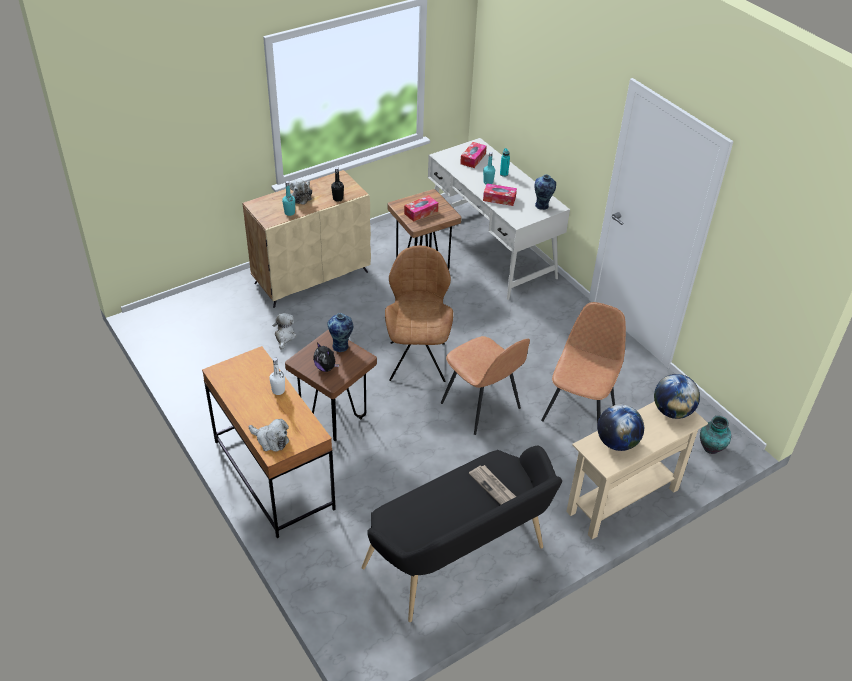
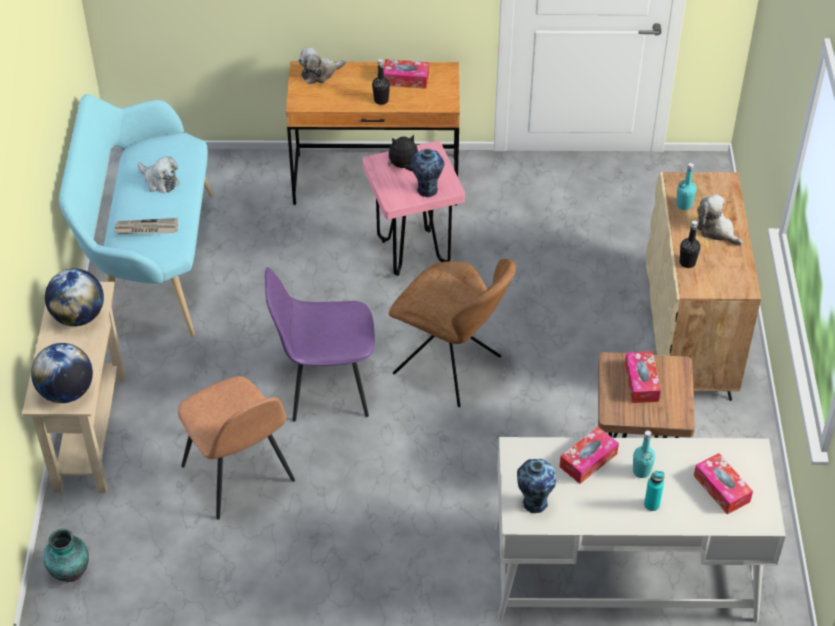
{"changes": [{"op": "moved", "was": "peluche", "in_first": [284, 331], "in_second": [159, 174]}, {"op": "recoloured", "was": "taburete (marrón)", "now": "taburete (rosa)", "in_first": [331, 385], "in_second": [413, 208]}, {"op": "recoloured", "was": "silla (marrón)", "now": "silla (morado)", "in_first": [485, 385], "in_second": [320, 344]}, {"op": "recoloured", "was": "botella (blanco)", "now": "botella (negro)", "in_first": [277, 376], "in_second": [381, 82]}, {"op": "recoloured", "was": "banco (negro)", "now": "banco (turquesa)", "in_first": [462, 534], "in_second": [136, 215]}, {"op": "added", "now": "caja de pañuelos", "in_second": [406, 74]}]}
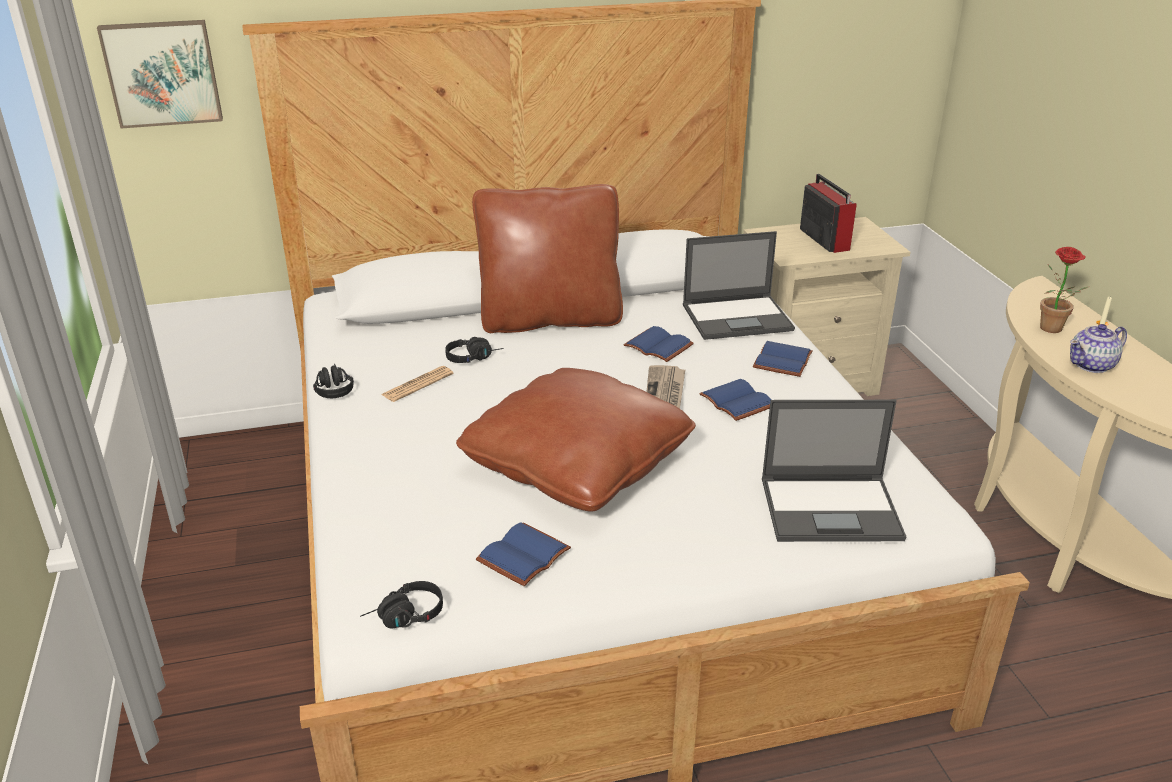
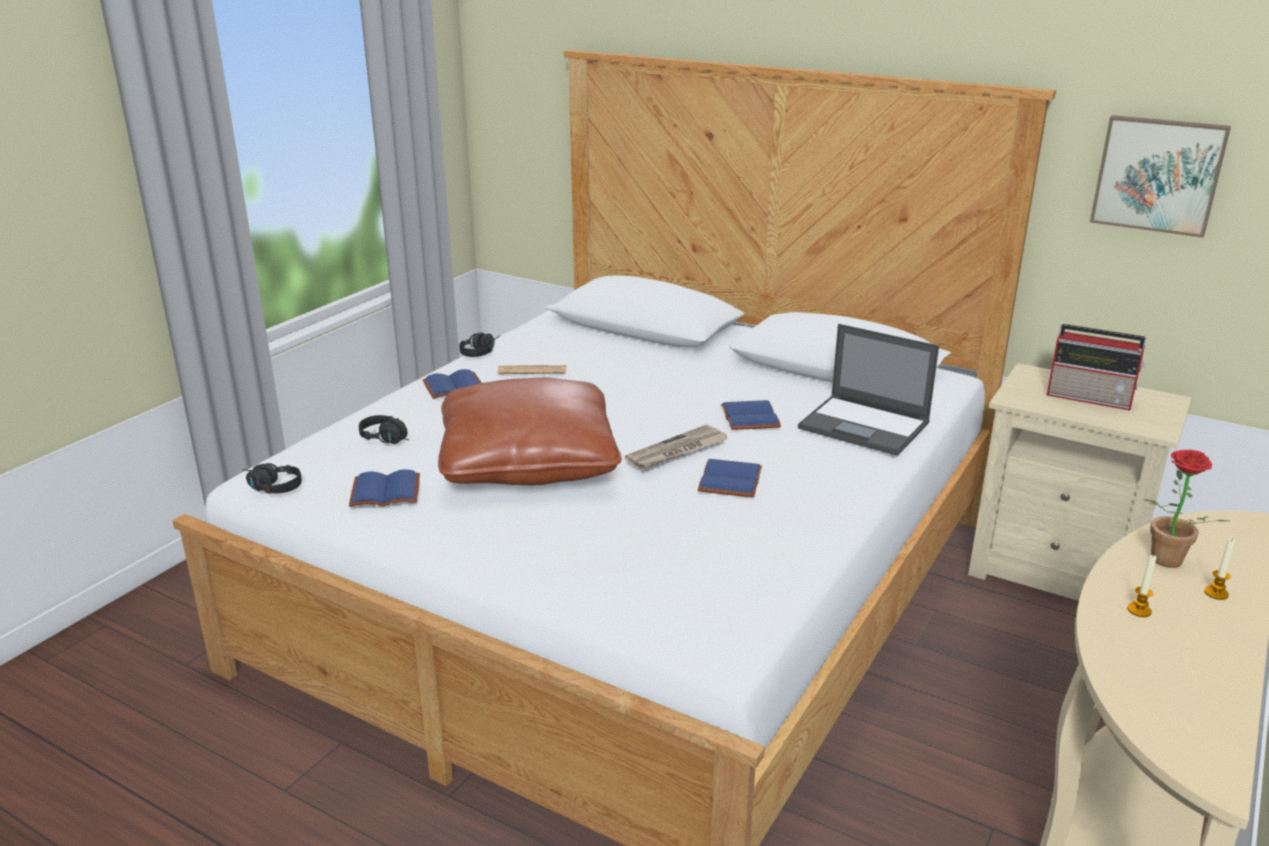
{"changes": [{"op": "moved", "was": "cuadro", "in_first": [160, 74], "in_second": [1160, 176]}, {"op": "turned", "was": "radio", "in_first": [828, 213], "in_second": [1096, 367], "clockwise": 90}, {"op": "removed", "was": "cojín (marrón)", "in_first": [547, 258]}, {"op": "replaced", "was": "tetera", "now": "vela", "in_first": [1098, 348], "in_second": [1142, 585]}, {"op": "moved", "was": "auriculares (negro)", "in_first": [474, 350], "in_second": [384, 429]}, {"op": "moved", "was": "libro (azul)", "in_first": [783, 359], "in_second": [452, 384]}, {"op": "removed", "was": "portátil", "in_first": [834, 471]}]}
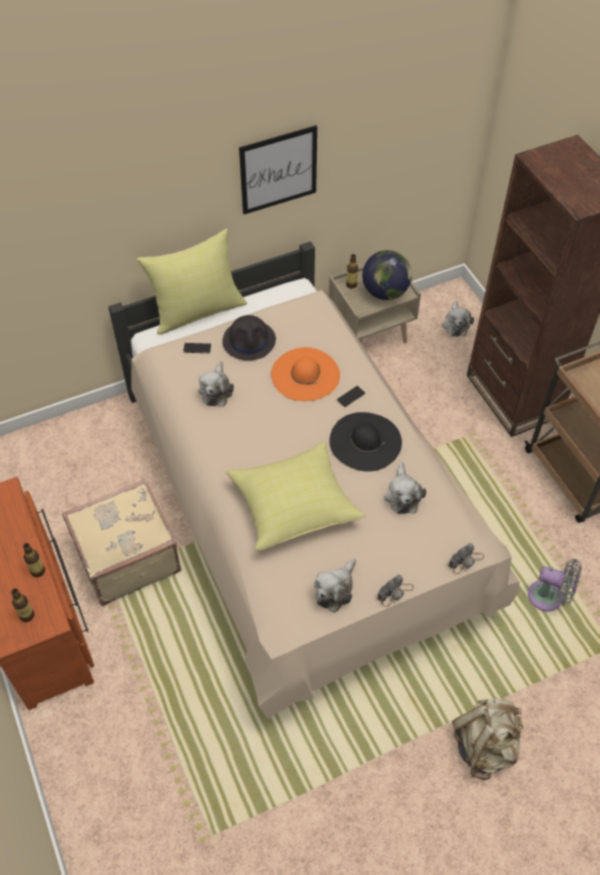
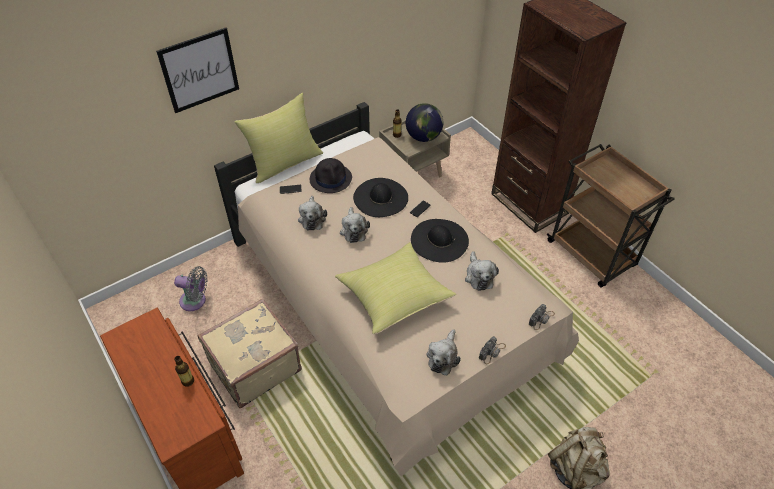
{"changes": [{"op": "moved", "was": "cuadro", "in_first": [278, 169], "in_second": [197, 70]}, {"op": "moved", "was": "peluche", "in_first": [458, 318], "in_second": [355, 225]}, {"op": "recoloured", "was": "sombrero (naranja)", "now": "sombrero (negro)", "in_first": [305, 374], "in_second": [380, 197]}, {"op": "moved", "was": "ventilador (gris)", "in_first": [555, 585], "in_second": [191, 288]}, {"op": "removed", "was": "botella", "in_first": [22, 605]}]}
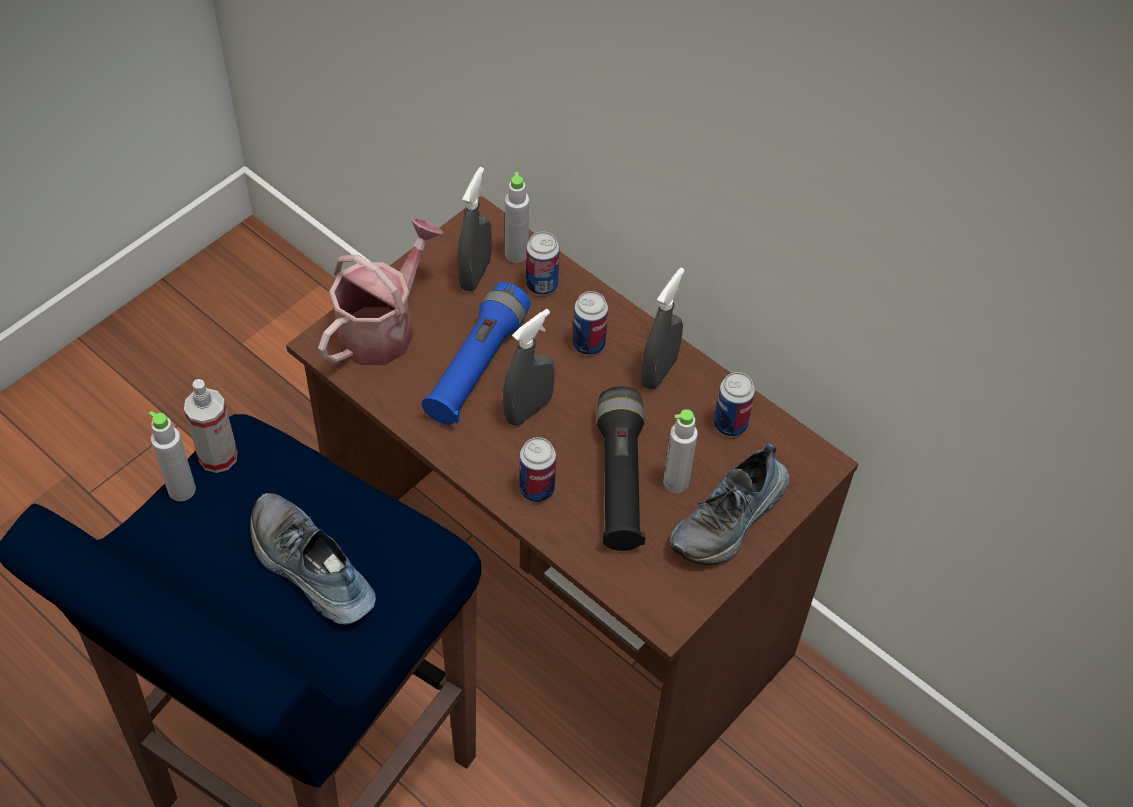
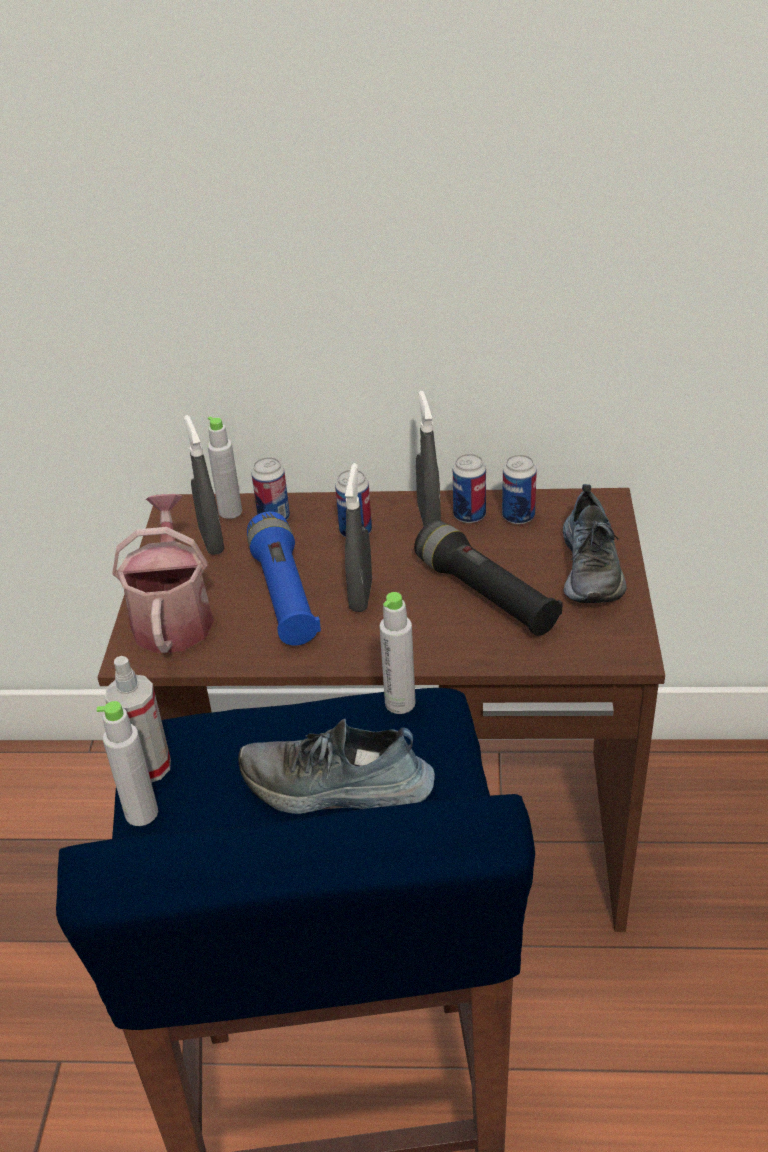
{"changes": [{"op": "moved", "was": "botella (gris)", "in_first": [680, 451], "in_second": [397, 653]}, {"op": "moved", "was": "lata", "in_first": [537, 469], "in_second": [469, 488]}]}
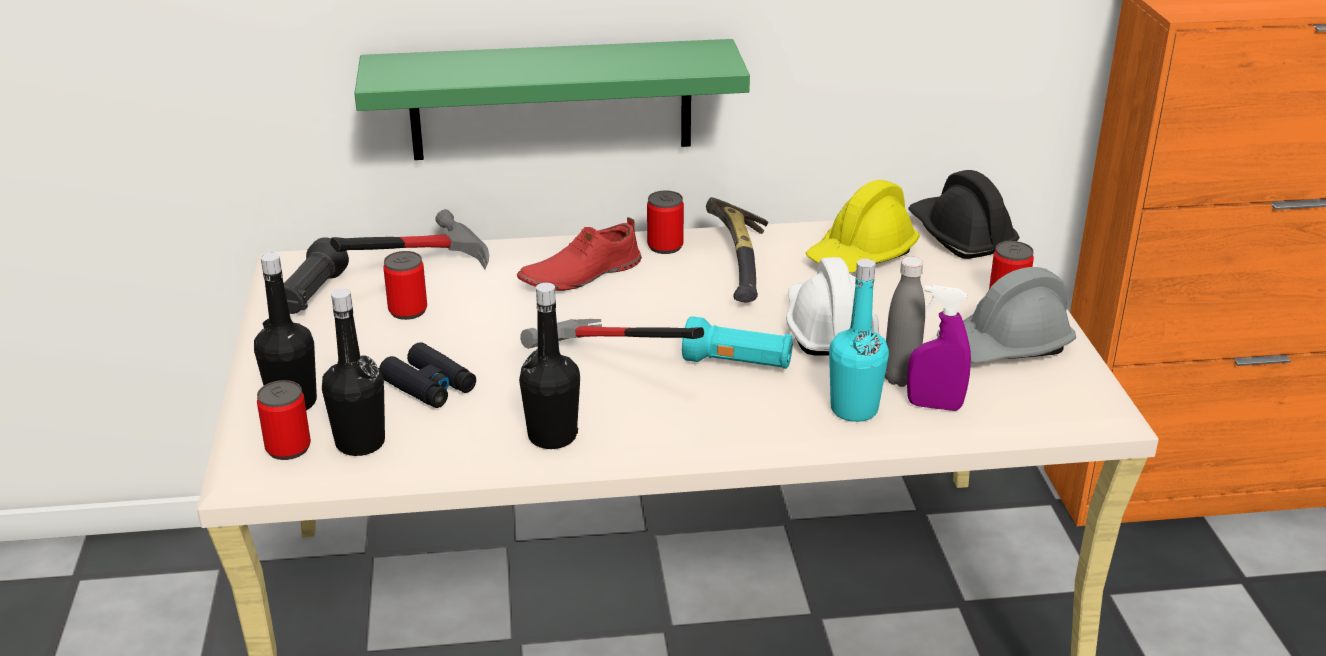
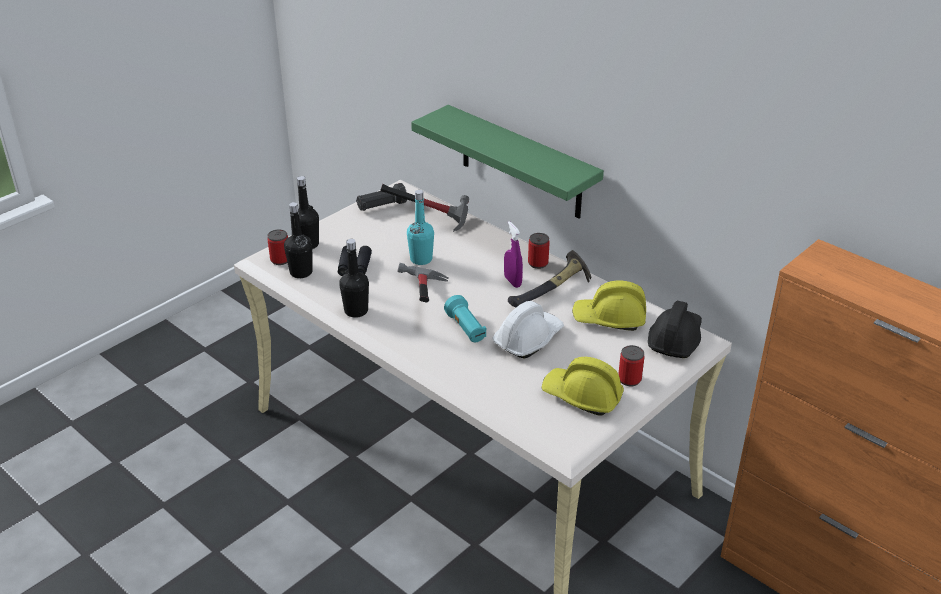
{"changes": [{"op": "removed", "was": "zapato (rojo)", "in_first": [579, 254]}, {"op": "removed", "was": "lata", "in_first": [405, 285]}, {"op": "removed", "was": "botella (gris)", "in_first": [905, 322]}, {"op": "moved", "was": "botella (turquesa)", "in_first": [859, 340], "in_second": [420, 227]}, {"op": "recoloured", "was": "casco (gris)", "now": "casco (amarillo)", "in_first": [1006, 315], "in_second": [582, 386]}, {"op": "moved", "was": "pulverizador (morado)", "in_first": [939, 348], "in_second": [513, 254]}]}
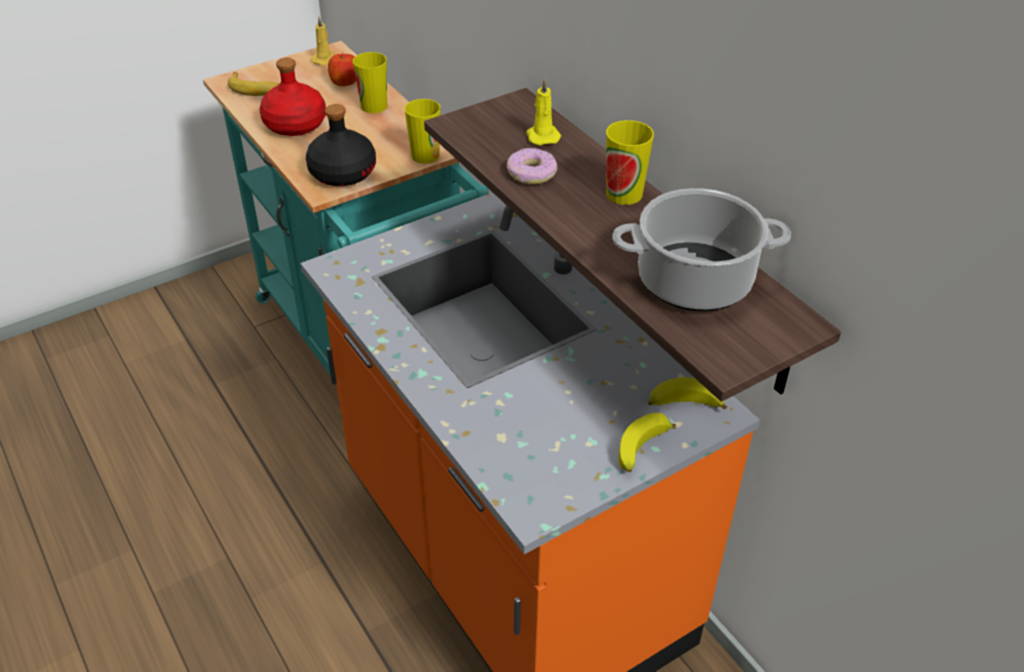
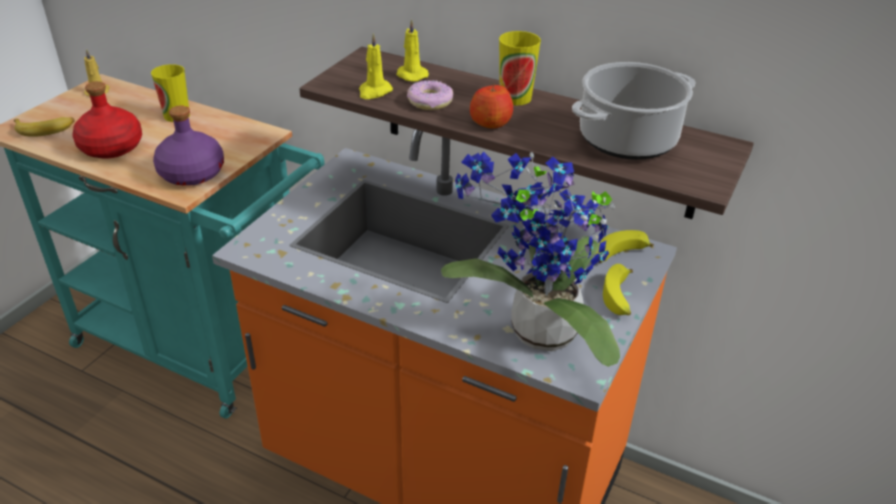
{"changes": [{"op": "moved", "was": "manzana", "in_first": [342, 69], "in_second": [491, 106]}, {"op": "removed", "was": "taza", "in_first": [422, 131]}, {"op": "recoloured", "was": "botella (negro)", "now": "botella (morado)", "in_first": [341, 145], "in_second": [188, 145]}, {"op": "added", "now": "vela (amarillo)", "in_second": [376, 66]}, {"op": "added", "now": "planta en maceta", "in_second": [530, 259]}]}
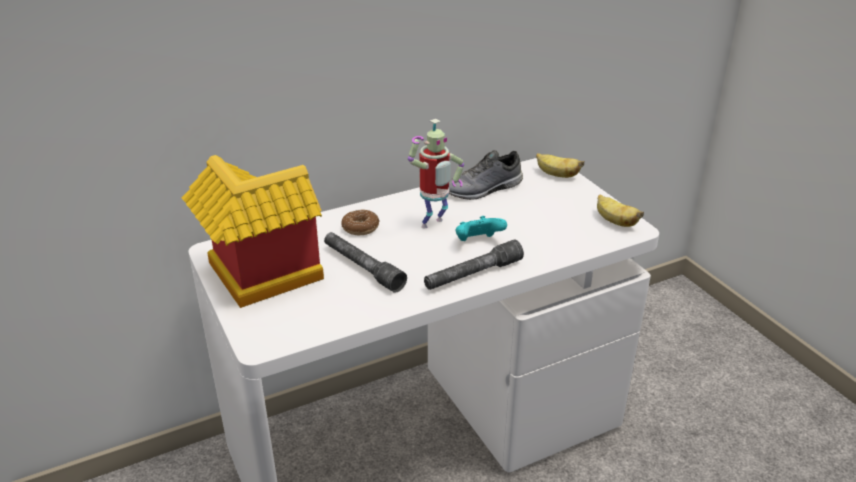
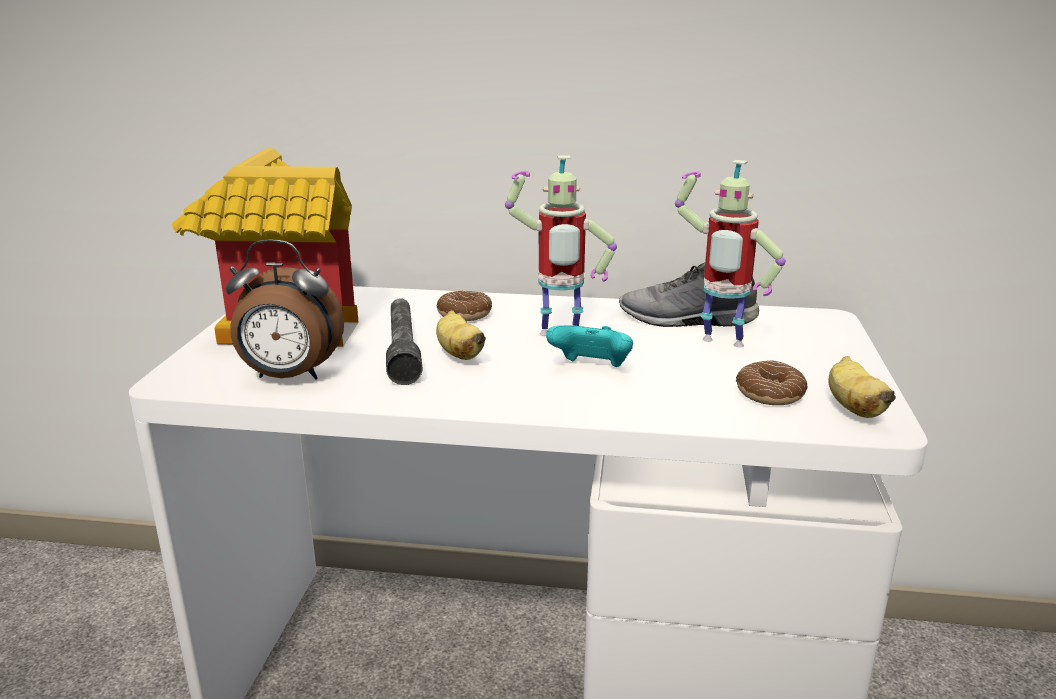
{"changes": [{"op": "moved", "was": "plátano", "in_first": [560, 165], "in_second": [461, 335]}, {"op": "removed", "was": "linterna (gris)", "in_first": [474, 265]}, {"op": "added", "now": "robot de juguete", "in_second": [730, 254]}, {"op": "added", "now": "despertador", "in_second": [284, 309]}, {"op": "added", "now": "rosquilla", "in_second": [772, 382]}]}
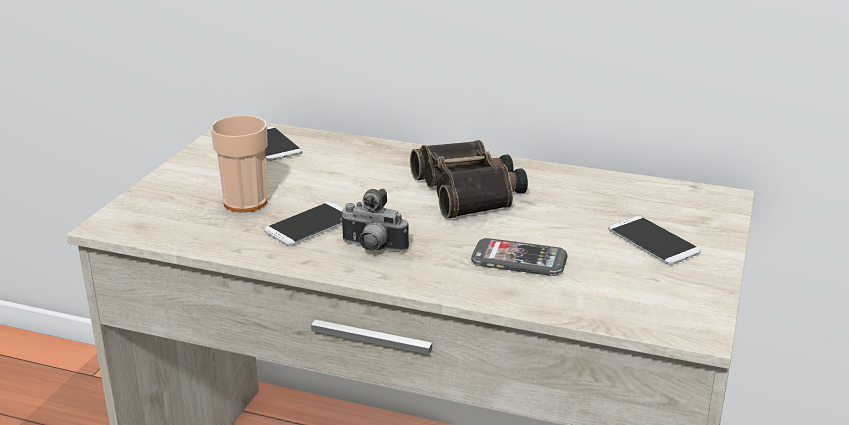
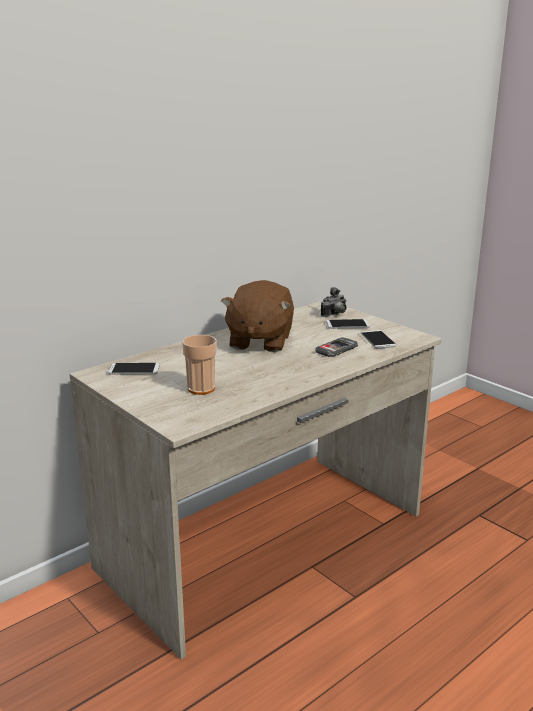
{"changes": [{"op": "replaced", "was": "prismáticos", "now": "peluche (marrón)", "in_first": [469, 179], "in_second": [257, 316]}, {"op": "moved", "was": "cámara", "in_first": [374, 220], "in_second": [334, 302]}, {"op": "moved", "was": "móvil", "in_first": [303, 224], "in_second": [378, 339]}]}
